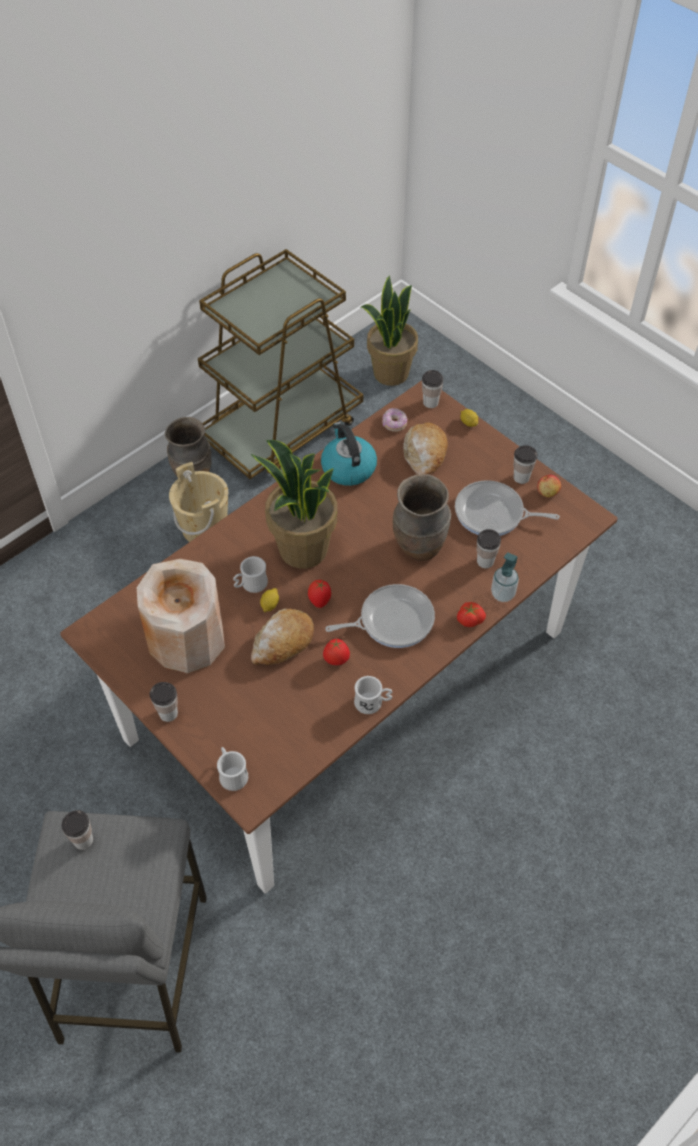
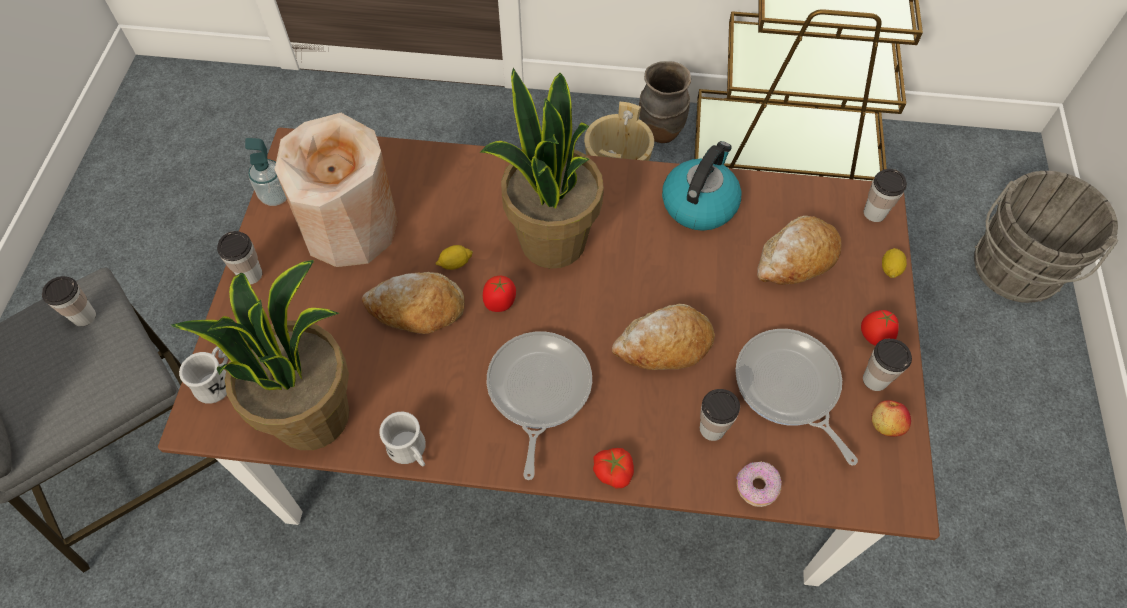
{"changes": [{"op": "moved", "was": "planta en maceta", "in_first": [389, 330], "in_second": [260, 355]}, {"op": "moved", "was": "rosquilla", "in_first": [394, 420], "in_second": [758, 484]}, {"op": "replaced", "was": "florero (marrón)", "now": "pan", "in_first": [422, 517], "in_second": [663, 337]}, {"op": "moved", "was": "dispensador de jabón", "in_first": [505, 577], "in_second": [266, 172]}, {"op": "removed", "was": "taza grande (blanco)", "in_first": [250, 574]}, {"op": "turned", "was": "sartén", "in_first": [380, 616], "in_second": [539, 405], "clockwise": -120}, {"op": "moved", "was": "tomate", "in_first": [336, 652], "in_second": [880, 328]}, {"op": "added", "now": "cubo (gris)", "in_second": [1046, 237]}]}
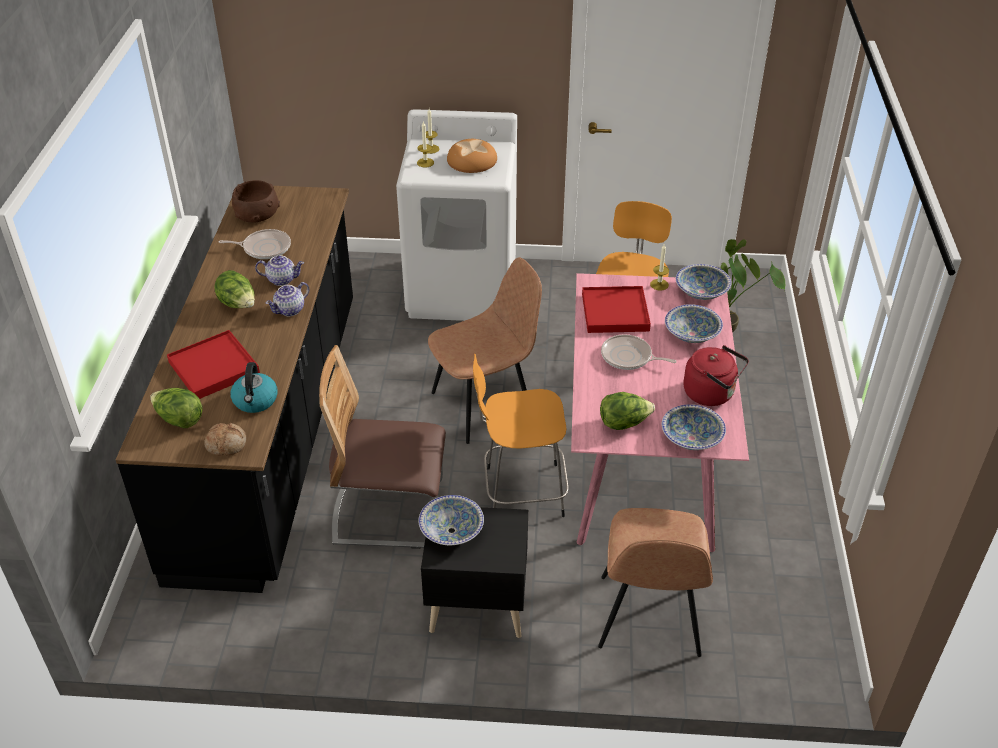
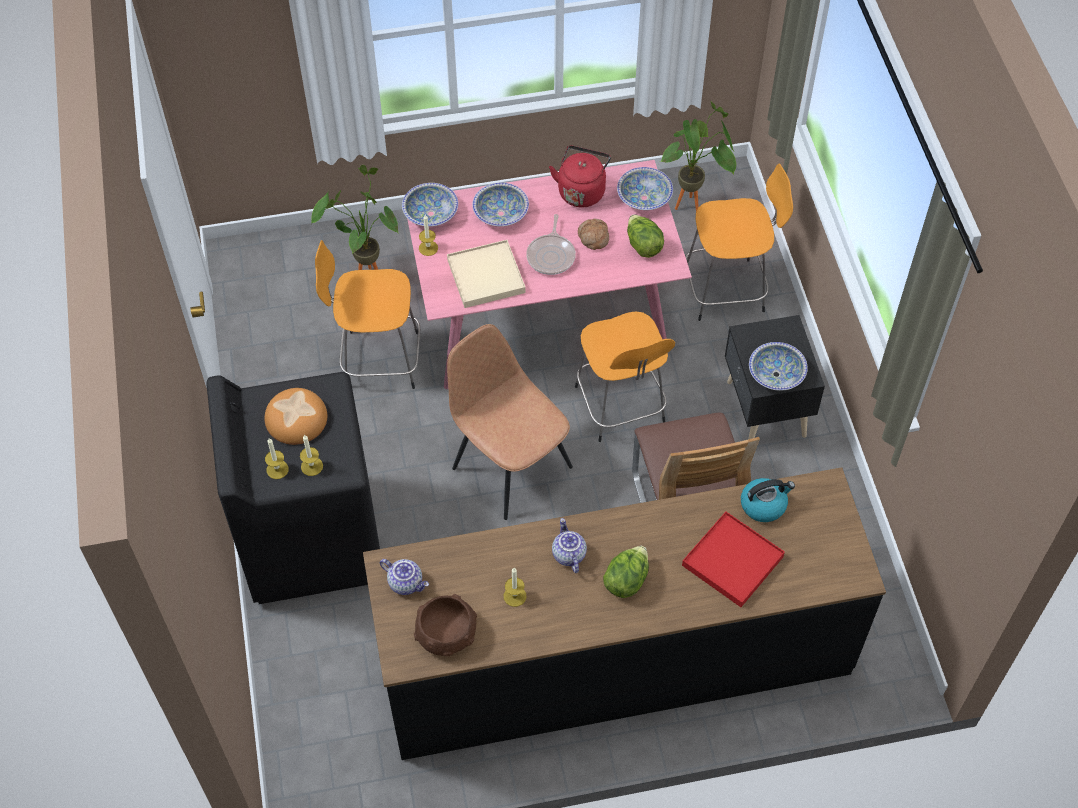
{"changes": [{"op": "recoloured", "was": "lavadora (blanco)", "now": "lavadora (negro)", "in_first": [456, 215], "in_second": [293, 488]}, {"op": "replaced", "was": "sartén", "now": "vela", "in_first": [255, 244], "in_second": [515, 587]}, {"op": "moved", "was": "tetera", "in_first": [287, 299], "in_second": [404, 577]}, {"op": "recoloured", "was": "bandeja (rojo)", "now": "bandeja (beis)", "in_first": [616, 309], "in_second": [486, 274]}, {"op": "removed", "was": "lechuga", "in_first": [176, 408]}, {"op": "moved", "was": "pan", "in_first": [225, 439], "in_second": [593, 234]}, {"op": "replaced", "was": "silla (marrón)", "now": "taburete (naranja)", "in_first": [655, 582], "in_second": [739, 242]}, {"op": "added", "now": "planta en maceta", "in_second": [698, 156]}]}
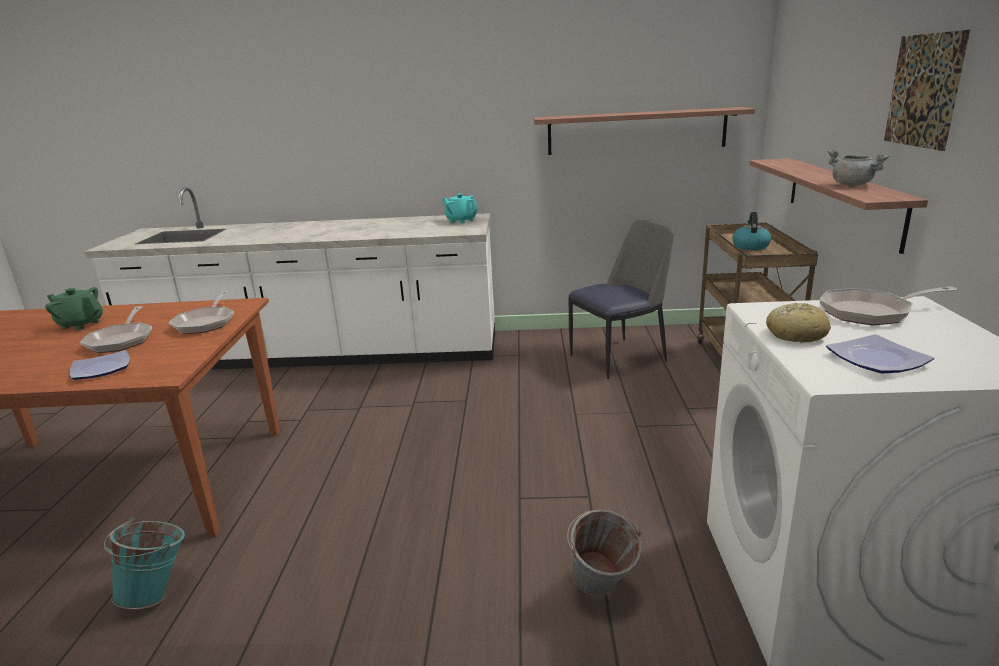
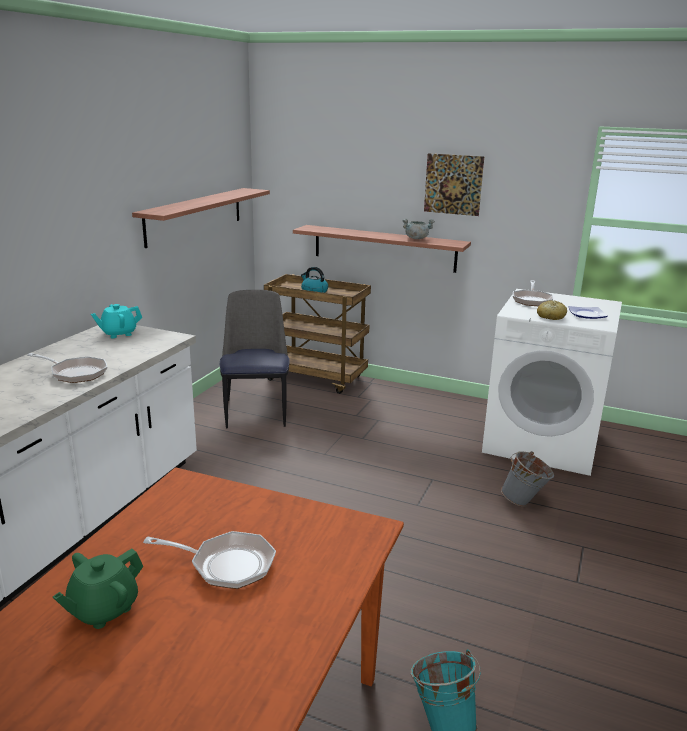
{"changes": [{"op": "moved", "was": "sartén", "in_first": [201, 312], "in_second": [67, 368]}, {"op": "removed", "was": "plato", "in_first": [100, 365]}]}
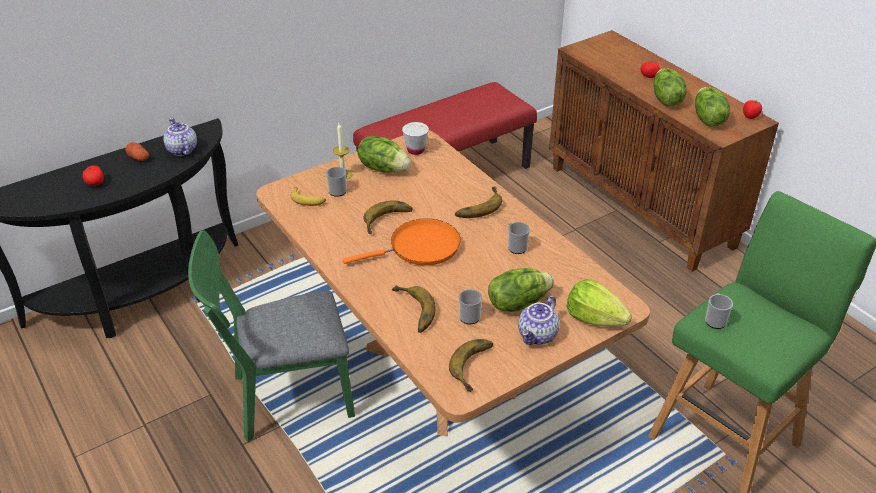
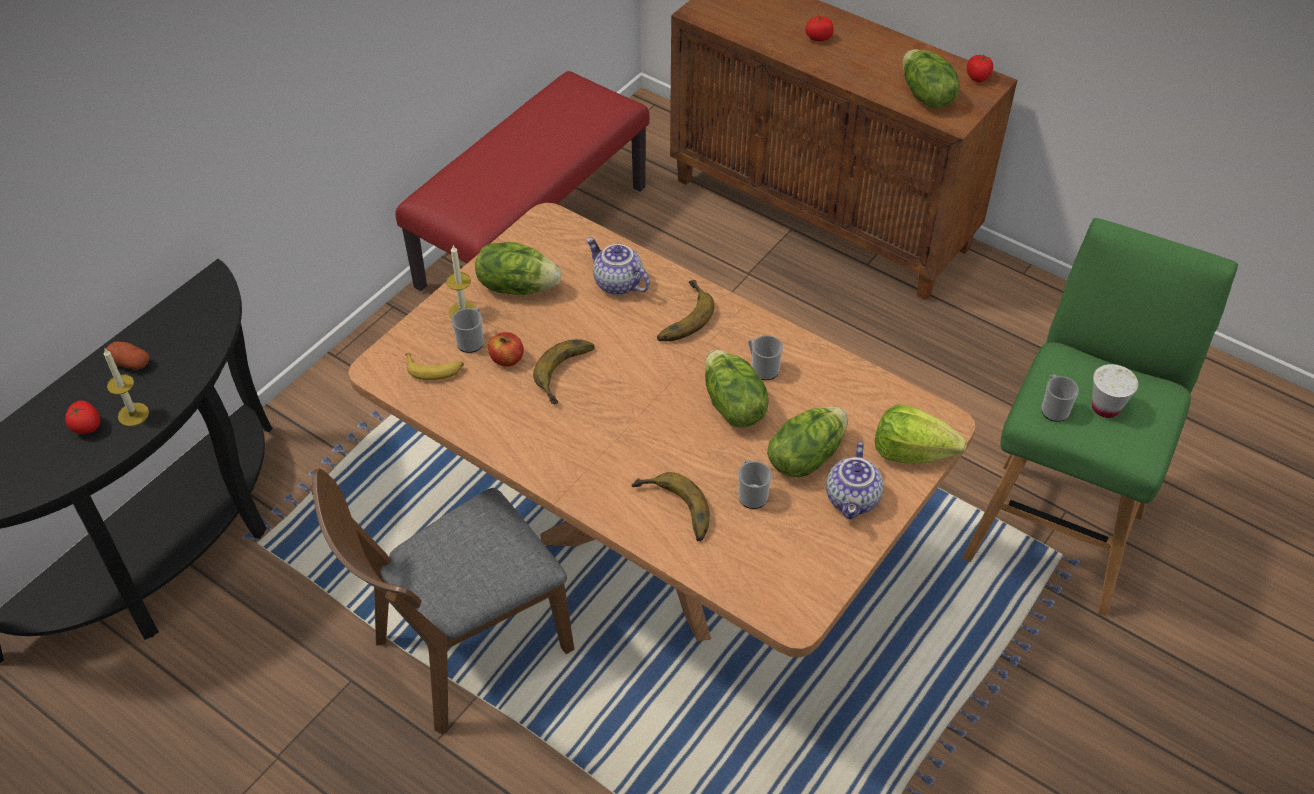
{"changes": [{"op": "moved", "was": "lechuga", "in_first": [670, 87], "in_second": [737, 389]}, {"op": "moved", "was": "tetera", "in_first": [180, 137], "in_second": [618, 266]}, {"op": "moved", "was": "taza (blanco)", "in_first": [415, 138], "in_second": [1115, 391]}, {"op": "removed", "was": "sartén (naranja)", "in_first": [401, 242]}, {"op": "recoloured", "was": "silla (verde)", "now": "silla (marrón)", "in_first": [271, 336], "in_second": [442, 602]}, {"op": "removed", "was": "plátano", "in_first": [471, 365]}, {"op": "added", "now": "manzana", "in_second": [506, 349]}, {"op": "added", "now": "vela", "in_second": [126, 387]}]}
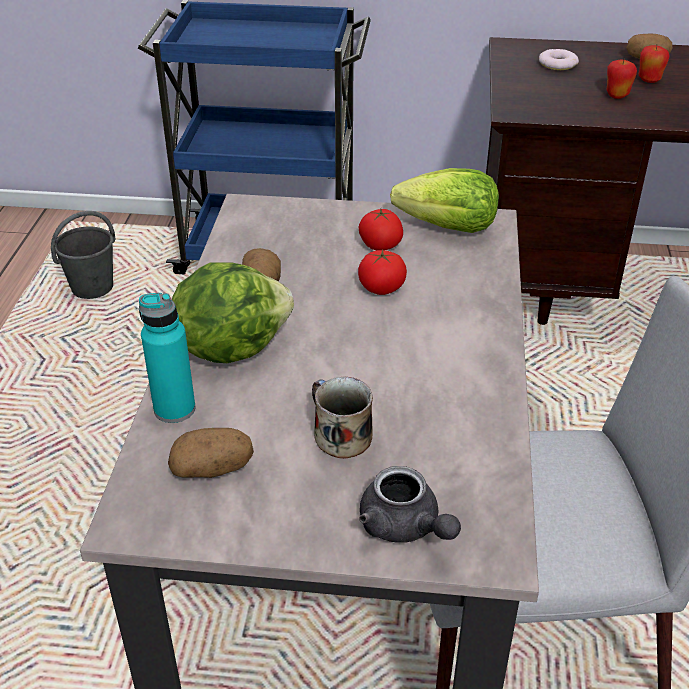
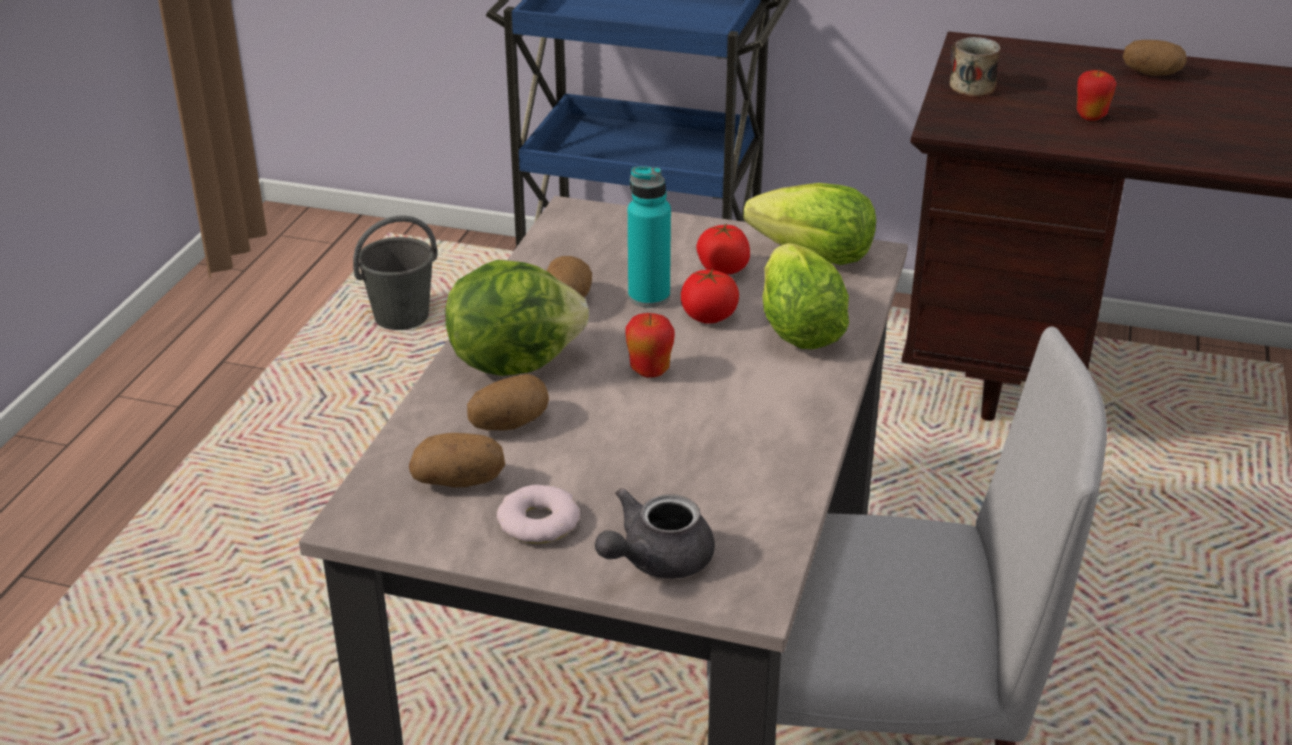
{"changes": [{"op": "moved", "was": "manzana", "in_first": [654, 64], "in_second": [650, 345]}, {"op": "moved", "was": "rosquilla", "in_first": [559, 59], "in_second": [538, 514]}, {"op": "moved", "was": "botella (turquesa)", "in_first": [167, 358], "in_second": [649, 237]}, {"op": "moved", "was": "taza grande", "in_first": [342, 418], "in_second": [975, 67]}, {"op": "turned", "was": "tetera (gris)", "in_first": [410, 504], "in_second": [655, 533], "clockwise": 75}, {"op": "added", "now": "lechuga", "in_second": [805, 296]}, {"op": "added", "now": "patata", "in_second": [508, 402]}]}
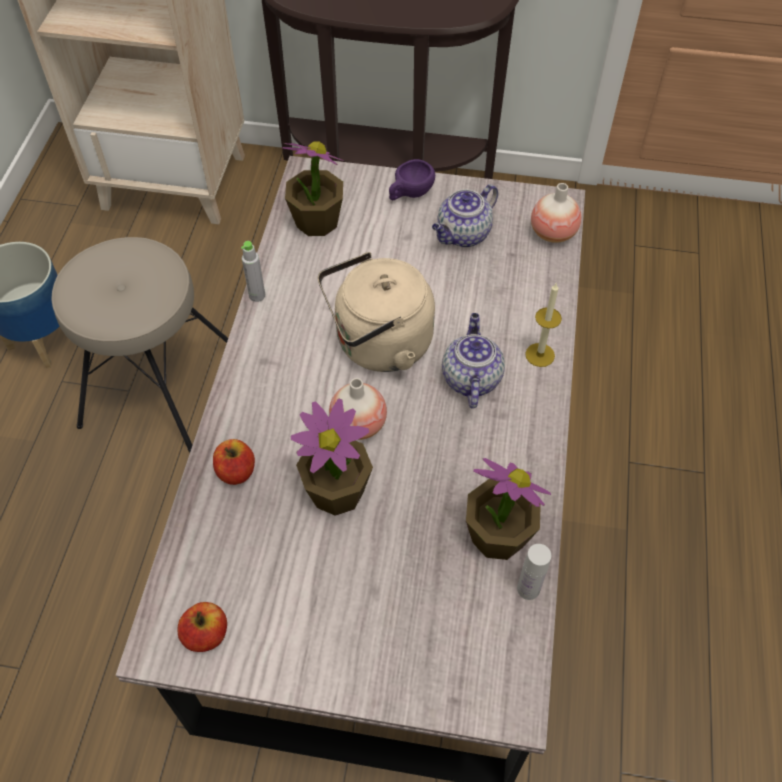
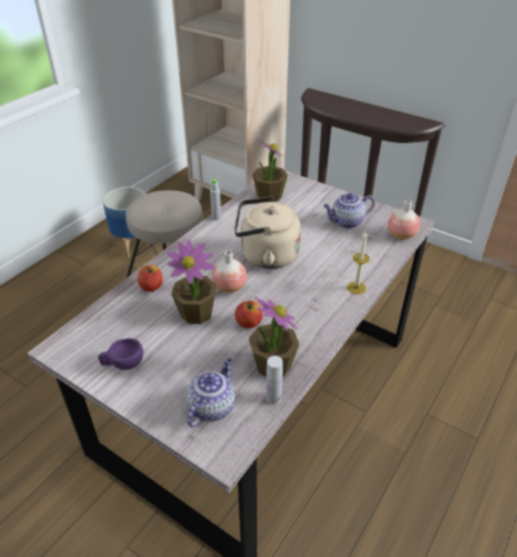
{"changes": [{"op": "moved", "was": "taza (morado)", "in_first": [412, 179], "in_second": [120, 354]}, {"op": "moved", "was": "tetera", "in_first": [473, 360], "in_second": [210, 392]}, {"op": "moved", "was": "manzana", "in_first": [202, 627], "in_second": [249, 314]}]}
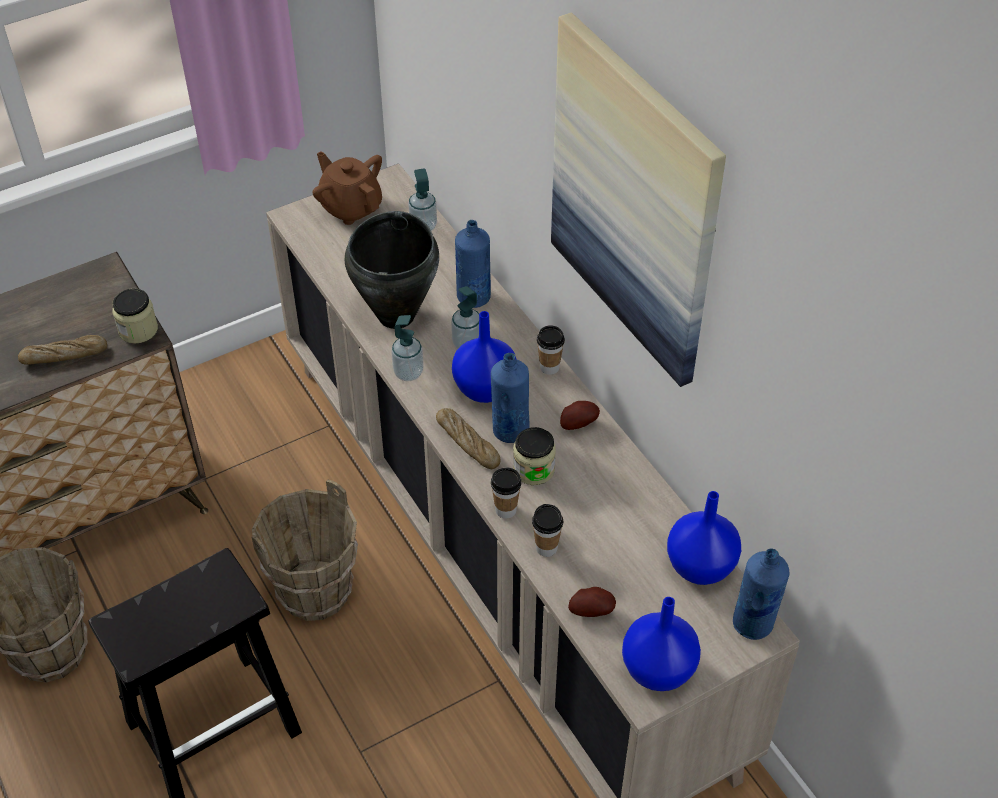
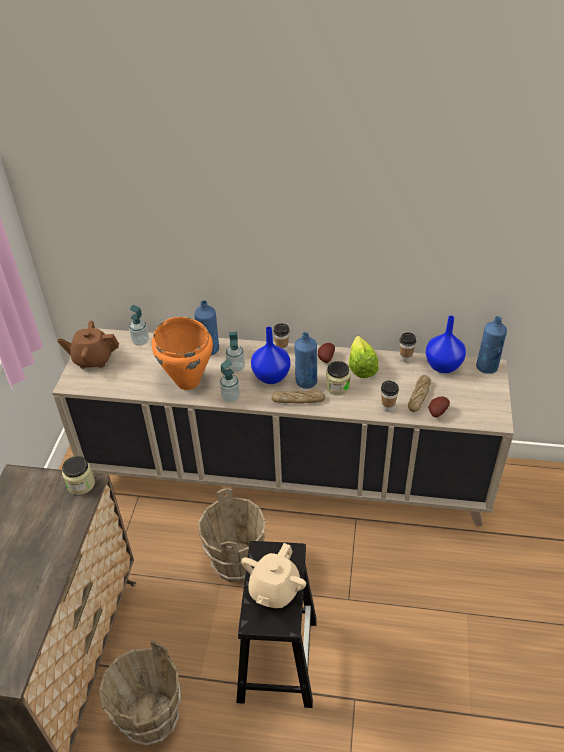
{"changes": [{"op": "removed", "was": "cuadro", "in_first": [638, 199]}, {"op": "recoloured", "was": "olla (negro)", "now": "olla (naranja)", "in_first": [392, 270], "in_second": [182, 353]}, {"op": "moved", "was": "pan", "in_first": [62, 350], "in_second": [419, 393]}, {"op": "moved", "was": "taza", "in_first": [506, 493], "in_second": [408, 347]}, {"op": "removed", "was": "florero (azul)", "in_first": [661, 644]}, {"op": "added", "now": "lechuga", "in_second": [364, 357]}, {"op": "added", "now": "tetera (beis)", "in_second": [273, 575]}]}
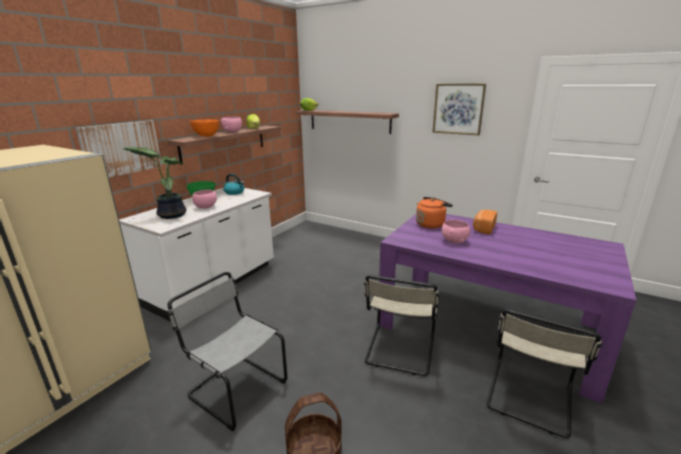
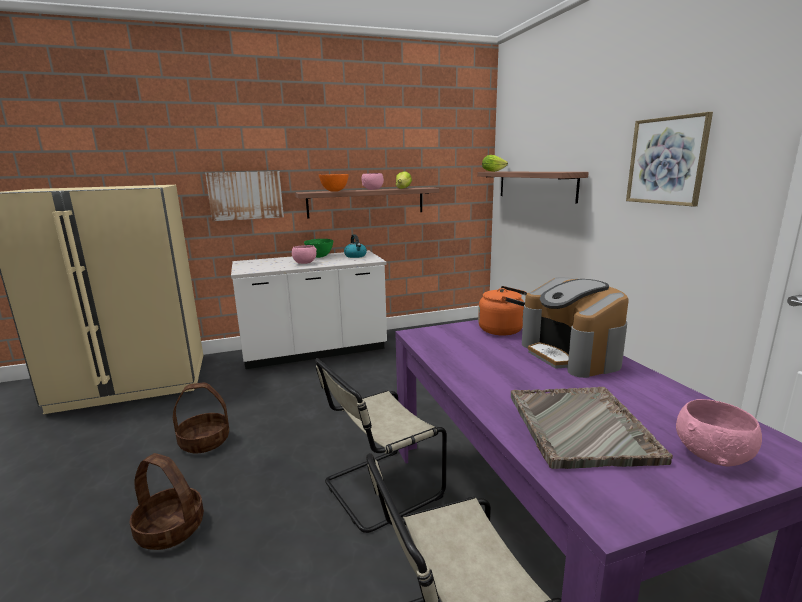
{"changes": [{"op": "removed", "was": "planta en maceta", "in_first": [155, 183]}, {"op": "replaced", "was": "pan", "now": "cafetera", "in_first": [485, 222], "in_second": [575, 327]}, {"op": "moved", "was": "cuenco (rosa)", "in_first": [456, 231], "in_second": [719, 433]}, {"op": "replaced", "was": "silla (gris)", "now": "cesta", "in_first": [227, 351], "in_second": [201, 417]}, {"op": "added", "now": "bandeja (gris)", "in_second": [592, 428]}]}
